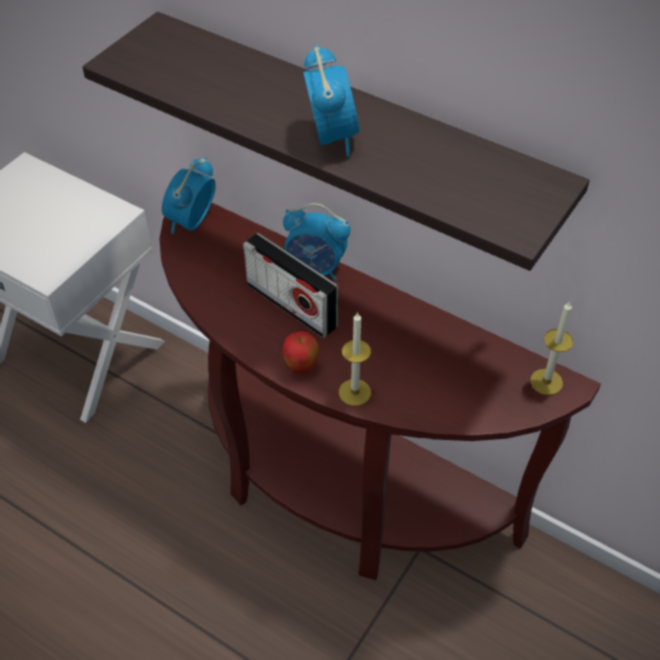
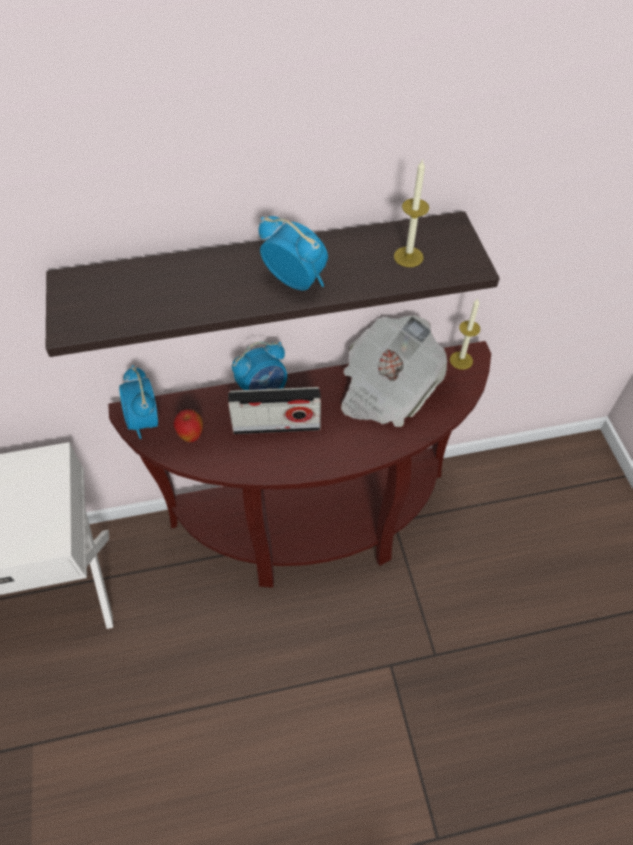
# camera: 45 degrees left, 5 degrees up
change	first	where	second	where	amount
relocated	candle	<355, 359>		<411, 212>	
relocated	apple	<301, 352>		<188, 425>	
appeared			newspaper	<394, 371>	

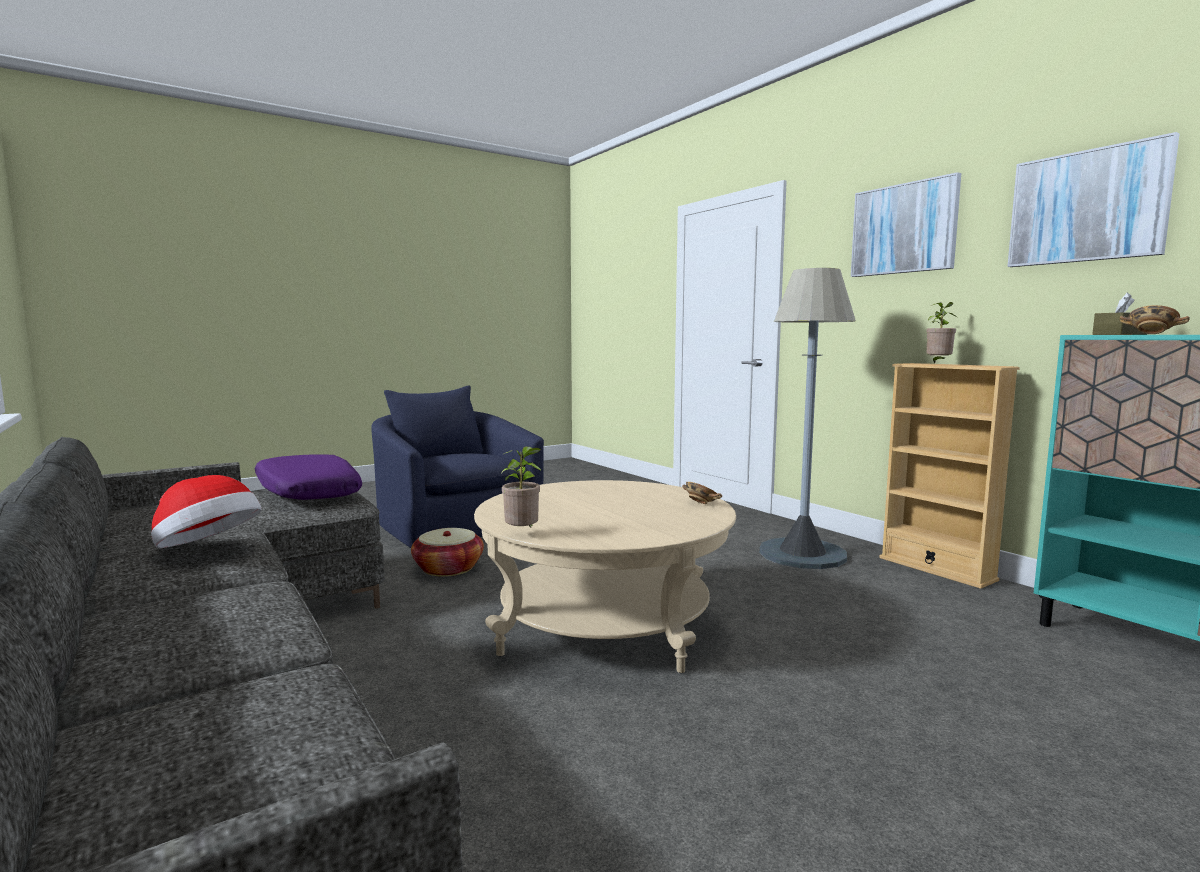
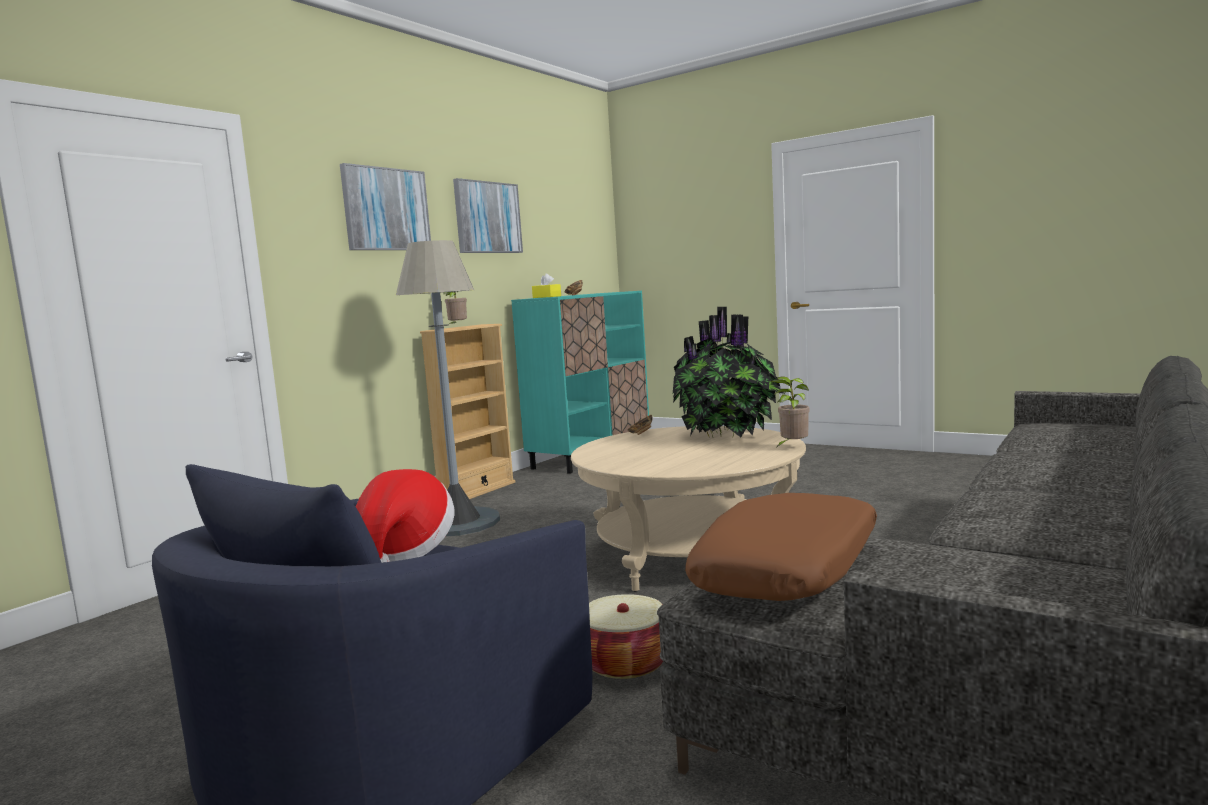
# camera: 110 degrees left, 0 degrees up
change	first	where	second	where	amount
colour	brown tissue box	<1120, 314>	yellow tissue box	<546, 285>	
colour	purple pillow	<308, 477>	brown pillow	<781, 547>	
relocated	hat	<206, 511>		<405, 516>	
appeared			potted plant	<729, 372>	

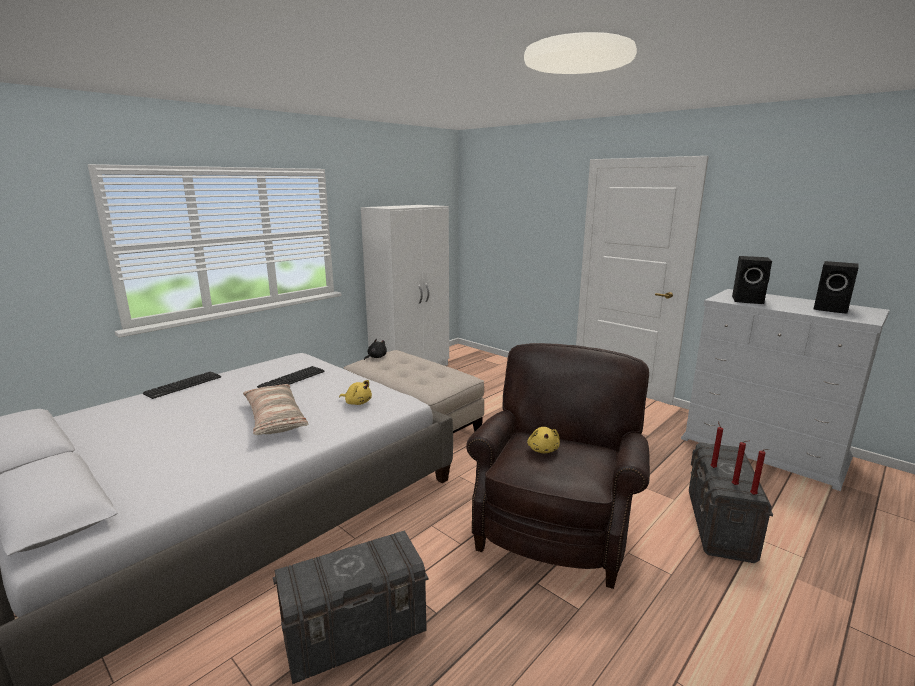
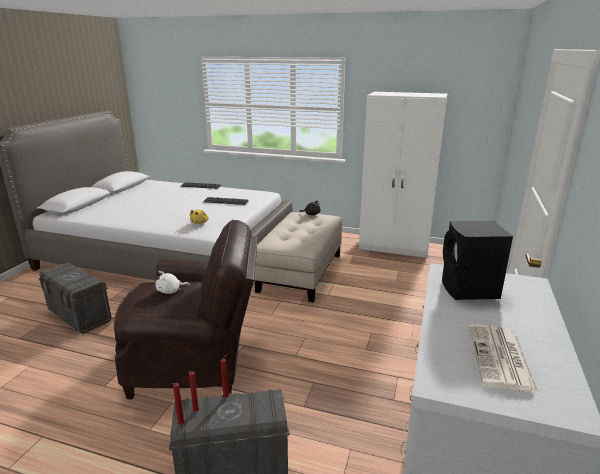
# camera: 65 degrees right, 5 degrees up
change	first	where	second	where	amount
exchanged	black speaker	<836, 287>	newspaper	<504, 358>	
missing	pillow	<275, 409>			
colour	yellow plush toy	<543, 440>	white plush toy	<172, 282>	

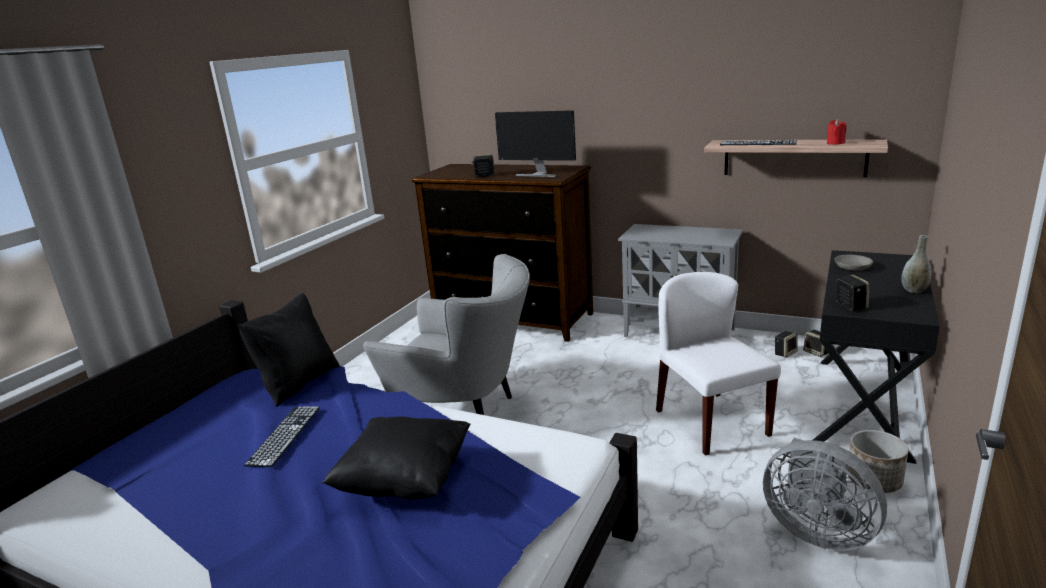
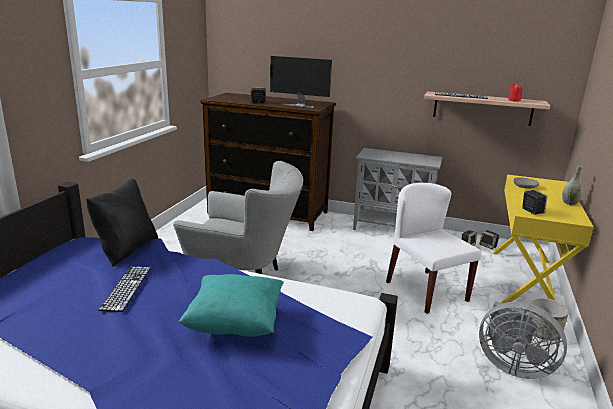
# camera: 10 degrees left, 0 degrees up
change	first	where	second	where	amount
colour	black desk	<876, 357>	yellow desk	<543, 248>	
colour	black pillow	<396, 458>	turquoise pillow	<231, 305>	

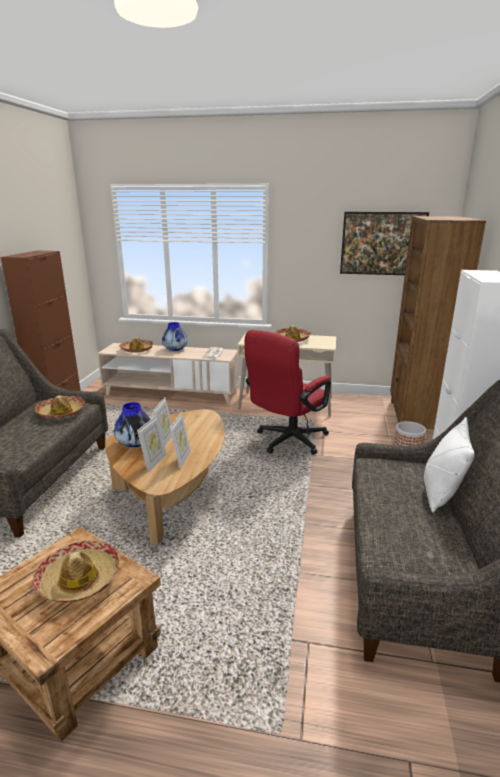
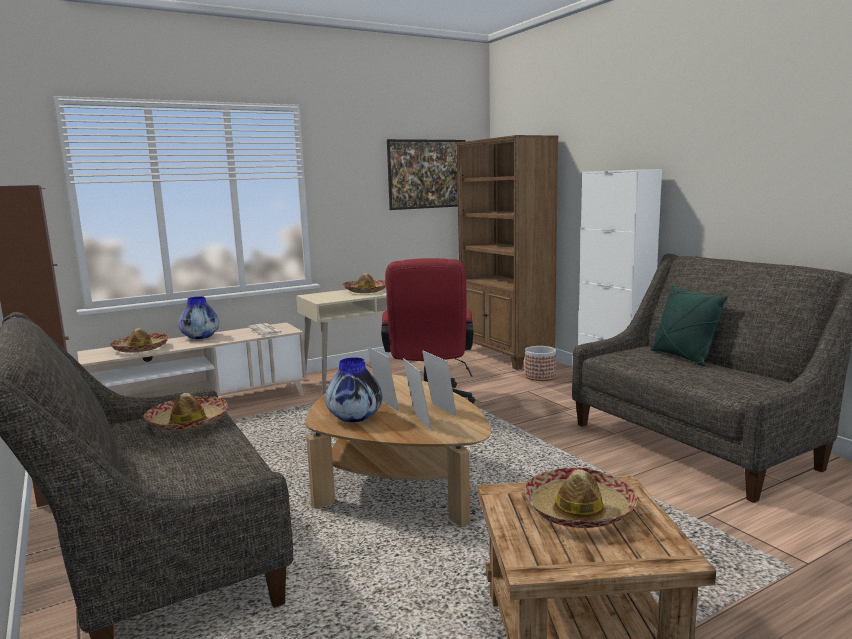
# camera: 40 degrees left, 10 degrees down
change	first	where	second	where	amount
colour	white pillow	<449, 465>	green pillow	<689, 325>	

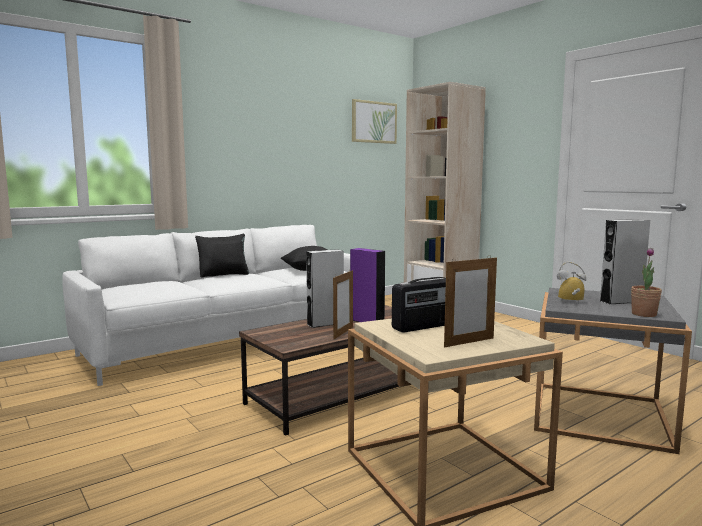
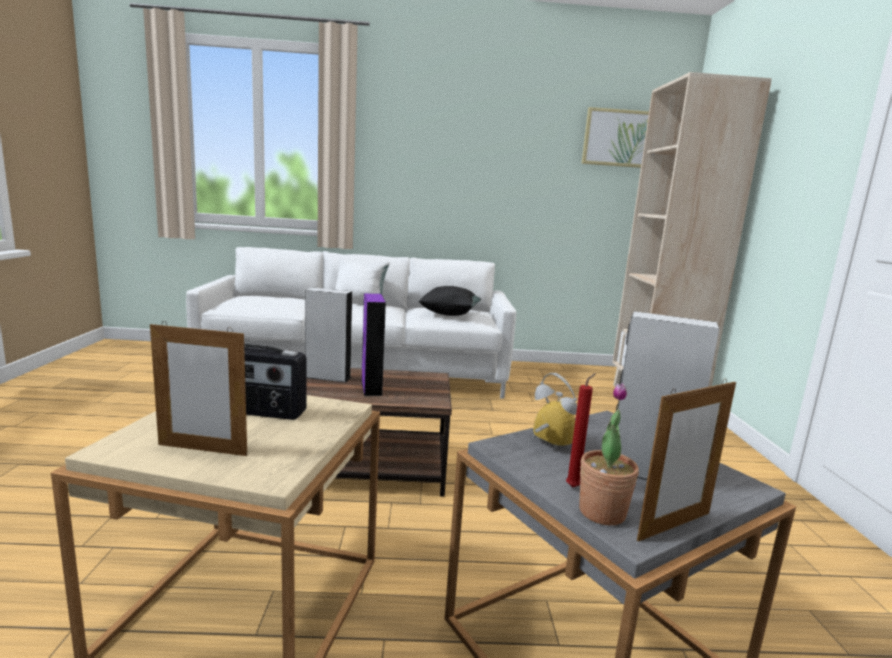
# camera: 35 degrees right, 5 degrees up
change	first	where	second	where	amount
colour	black pillow	<222, 255>	white pillow	<362, 280>	
relocated	picture frame	<343, 304>		<686, 460>	
appeared			red candle	<581, 430>	

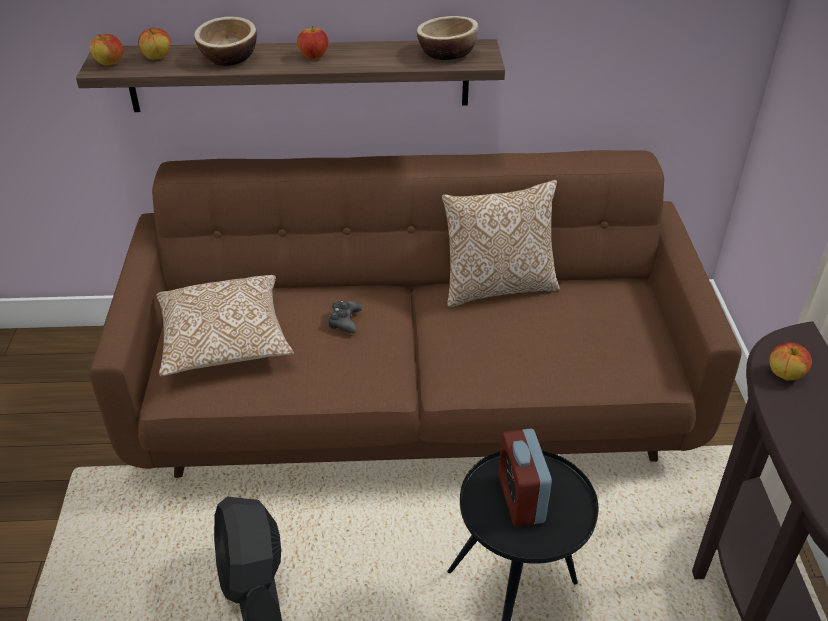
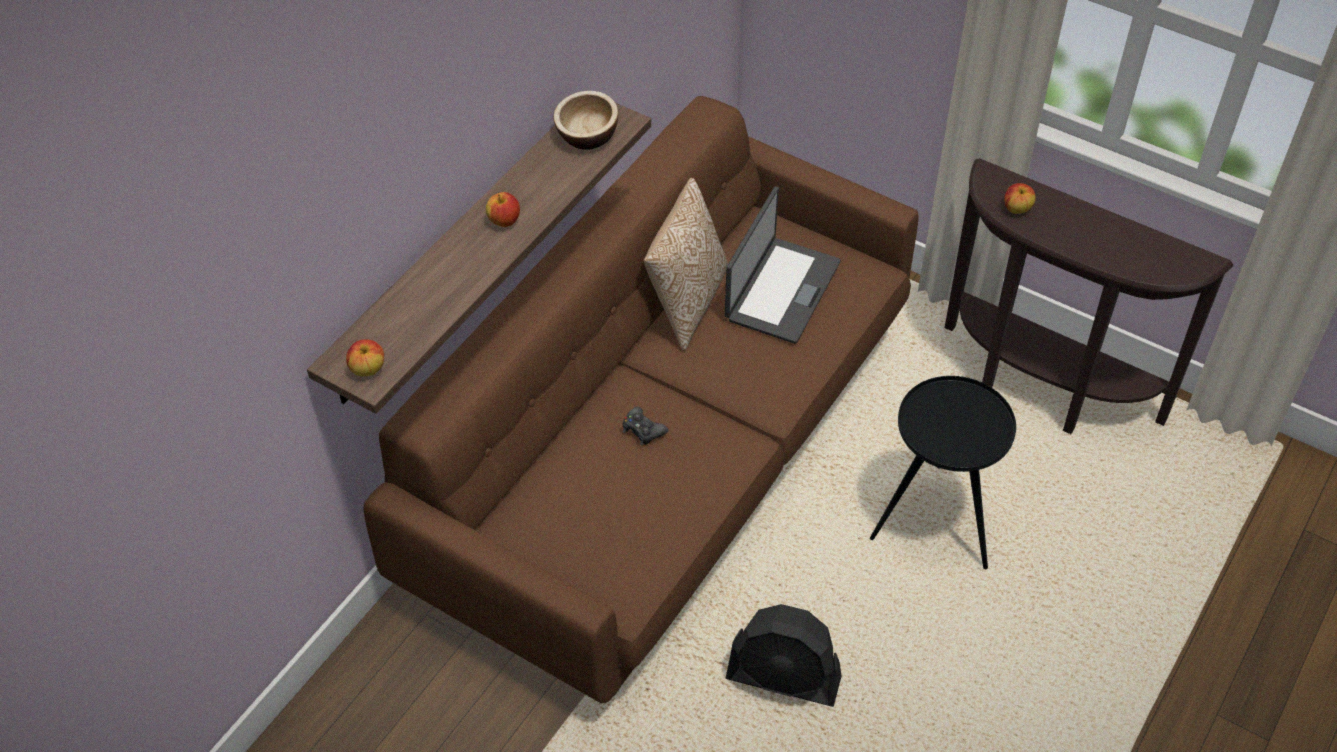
# camera: 55 degrees left, 10 degrees up
change	first	where	second	where	amount
missing	bowl	<225, 41>			
missing	apple	<154, 44>			
missing	pillow	<225, 325>			
missing	alarm clock	<525, 478>			
appeared			laptop	<783, 265>	

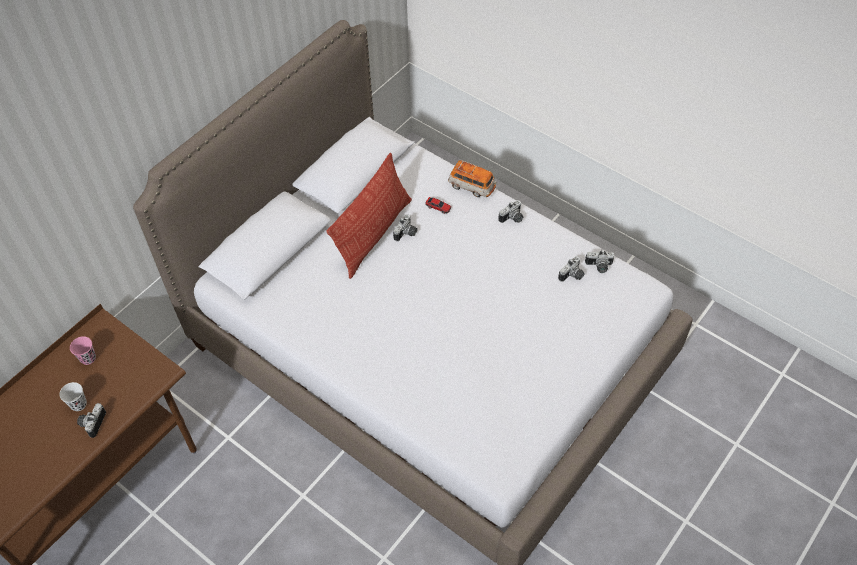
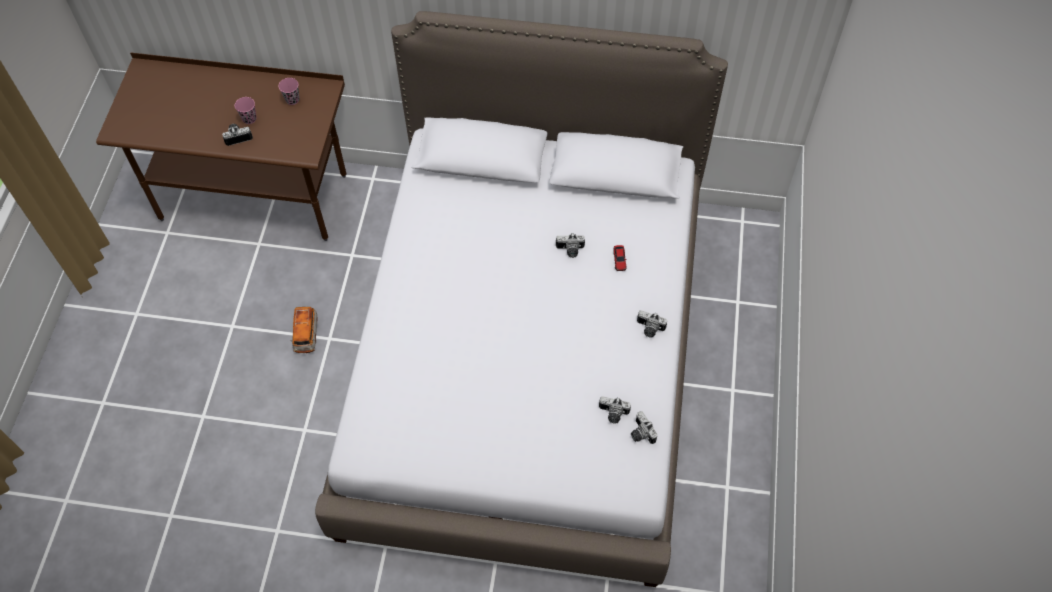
# camera: 60 degrees right, 5 degrees up
change	first	where	second	where	amount
missing	pillow	<369, 216>			
relocated	toy car	<472, 178>		<304, 330>	
colour	white cup	<73, 396>	pink cup	<246, 110>	

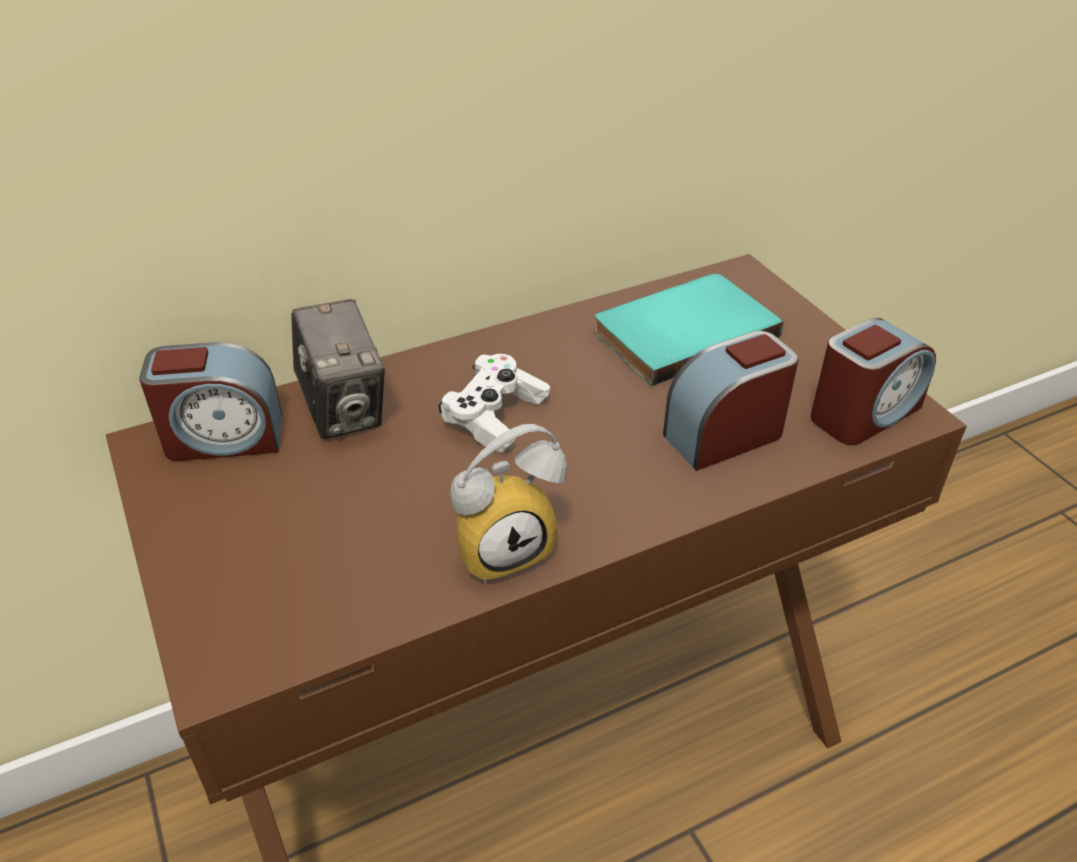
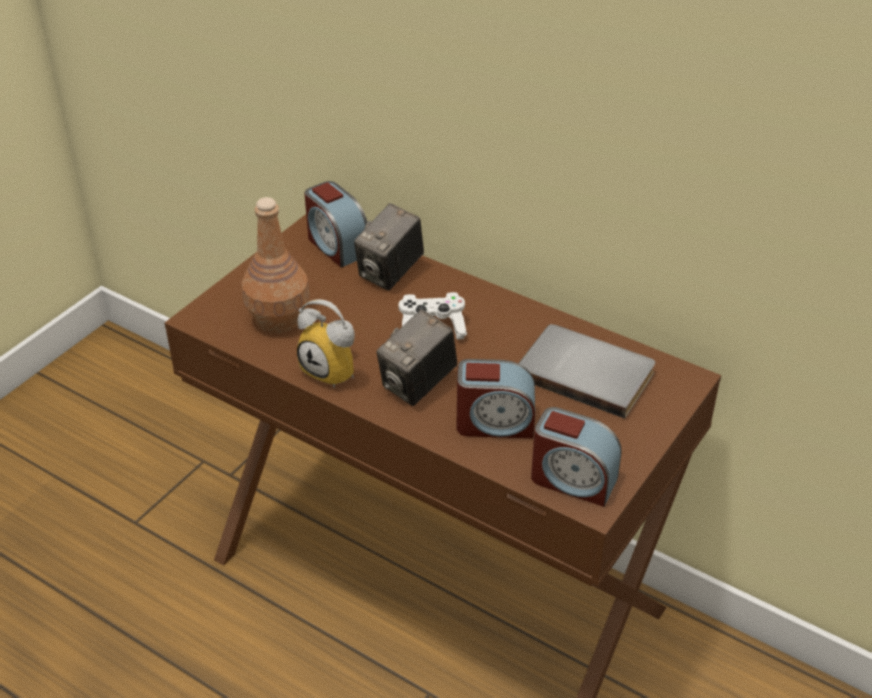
# camera: 60 degrees right, 0 degrees up
change	first	where	second	where	amount
colour	turquoise book	<689, 330>	grey book	<586, 371>	
spun	alarm clock	<730, 401>		<495, 398>	150 degrees clockwise
appeared			brown bottle	<276, 265>	
appeared			photo camera	<417, 357>	

